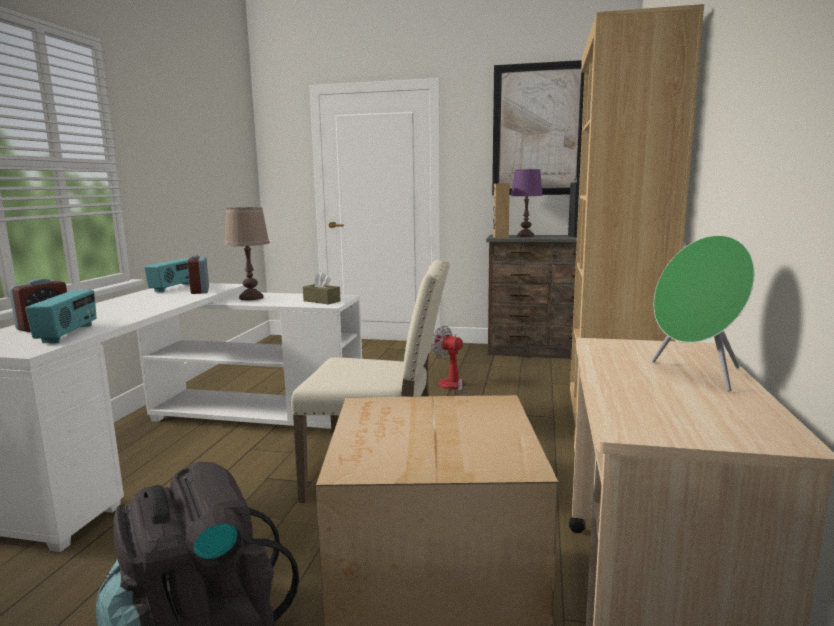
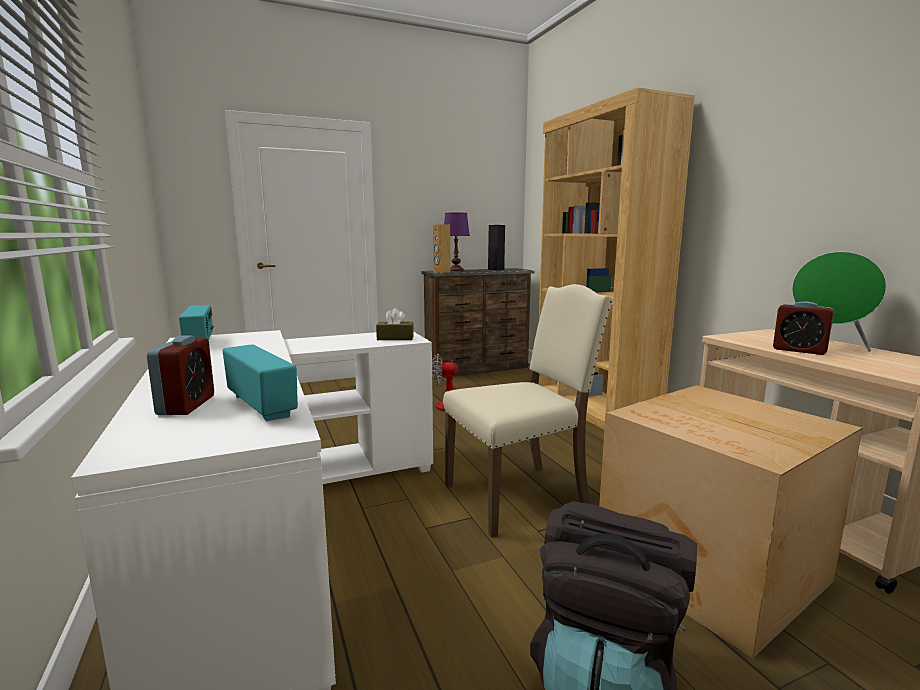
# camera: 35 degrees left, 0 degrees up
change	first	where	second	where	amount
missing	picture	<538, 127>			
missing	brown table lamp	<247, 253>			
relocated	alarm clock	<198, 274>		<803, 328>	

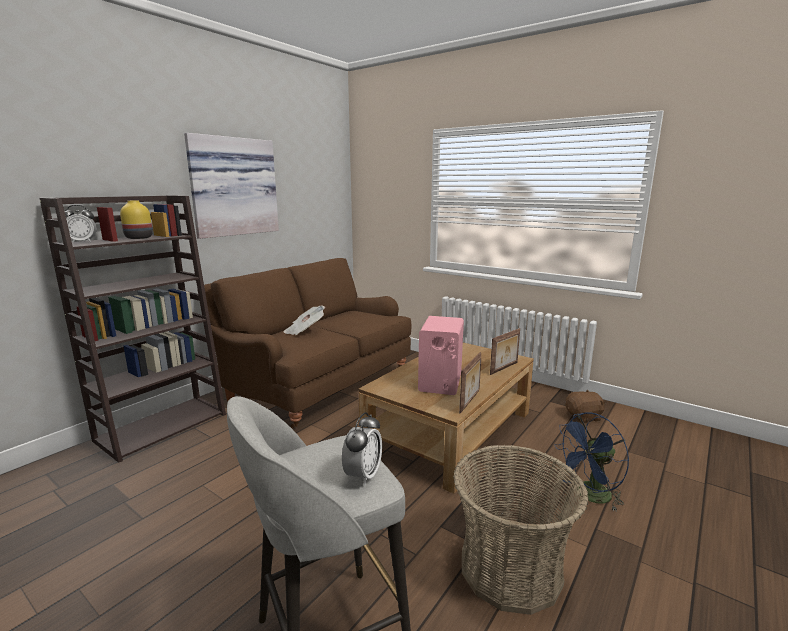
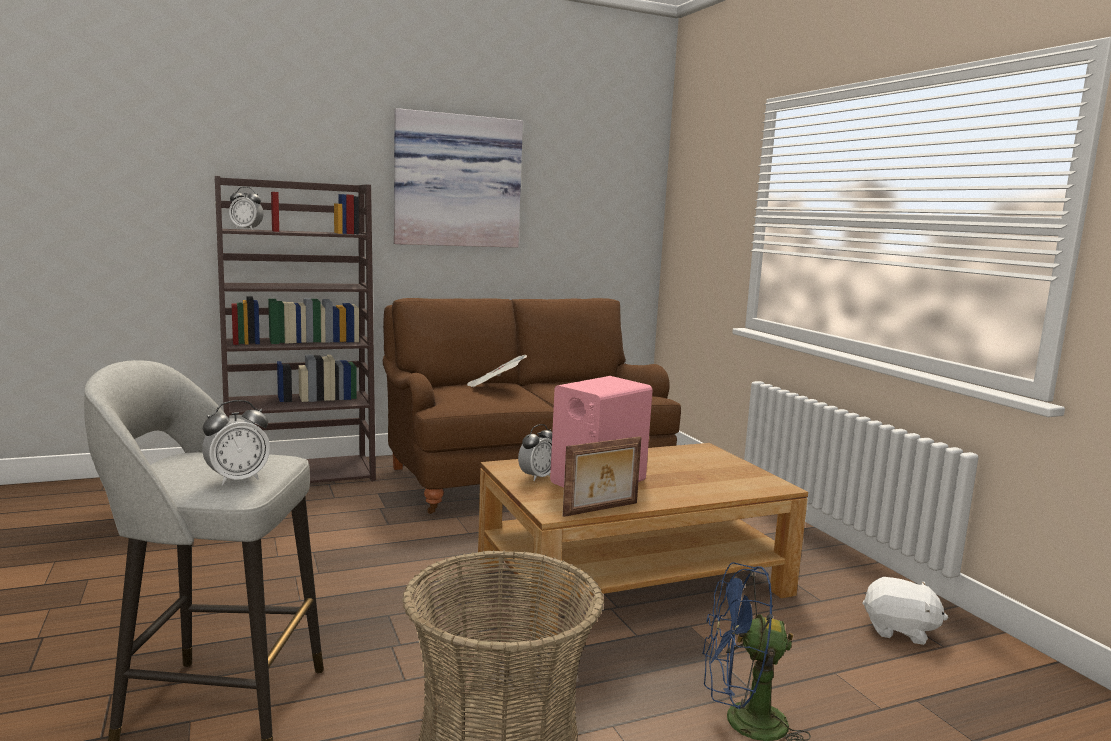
# camera: 30 degrees right, 5 degrees down
change	first	where	second	where	amount
missing	yellow vase	<136, 220>			
missing	picture frame	<505, 351>			
colour	brown plush toy	<585, 406>	white plush toy	<905, 611>	
appeared			alarm clock	<535, 452>	

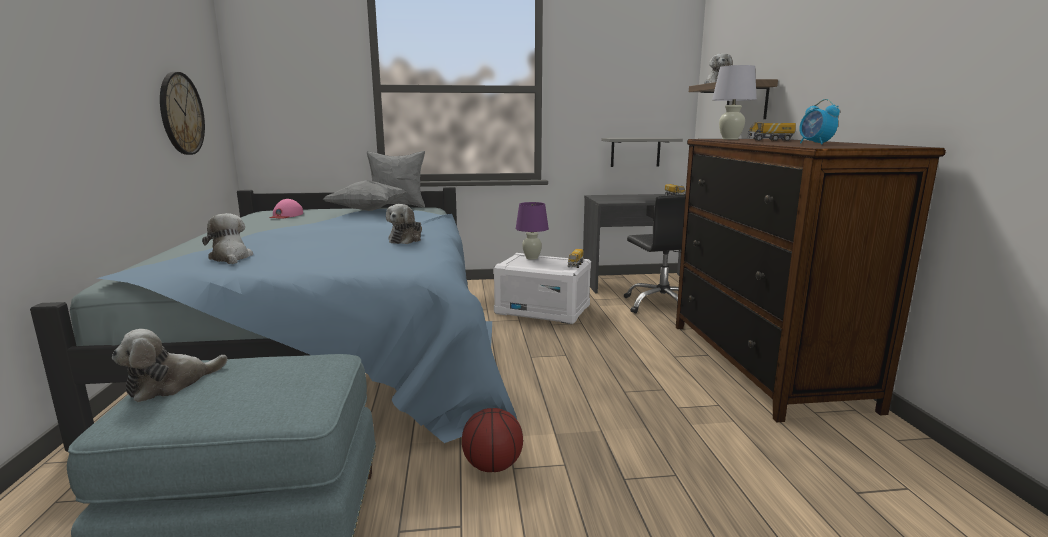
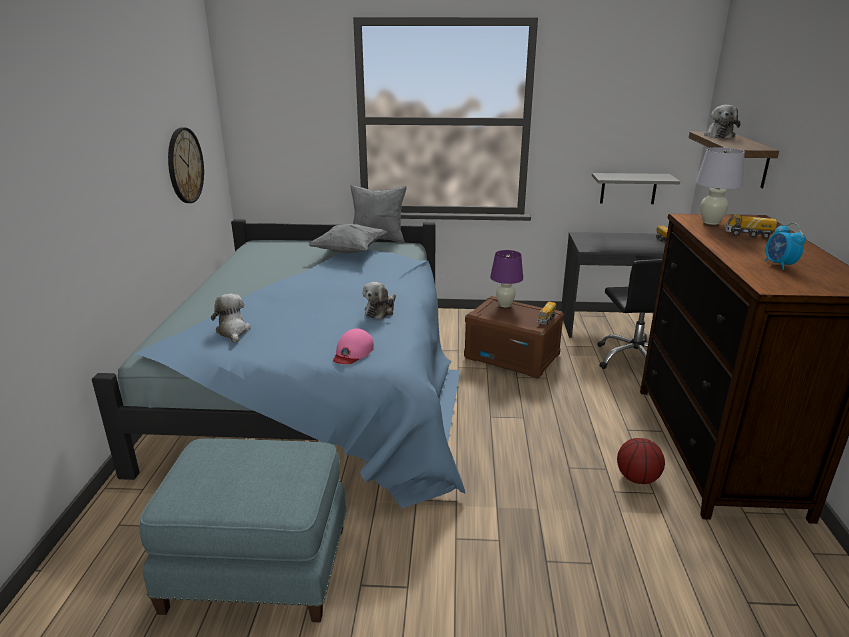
# camera: 10 degrees right, 10 degrees up
change	first	where	second	where	amount
relocated	pink cap	<286, 209>		<353, 346>	
colour	white storage box	<542, 288>	brown storage box	<514, 337>	
missing	plush toy	<170, 365>			
relocated	basketball	<492, 440>		<641, 461>	

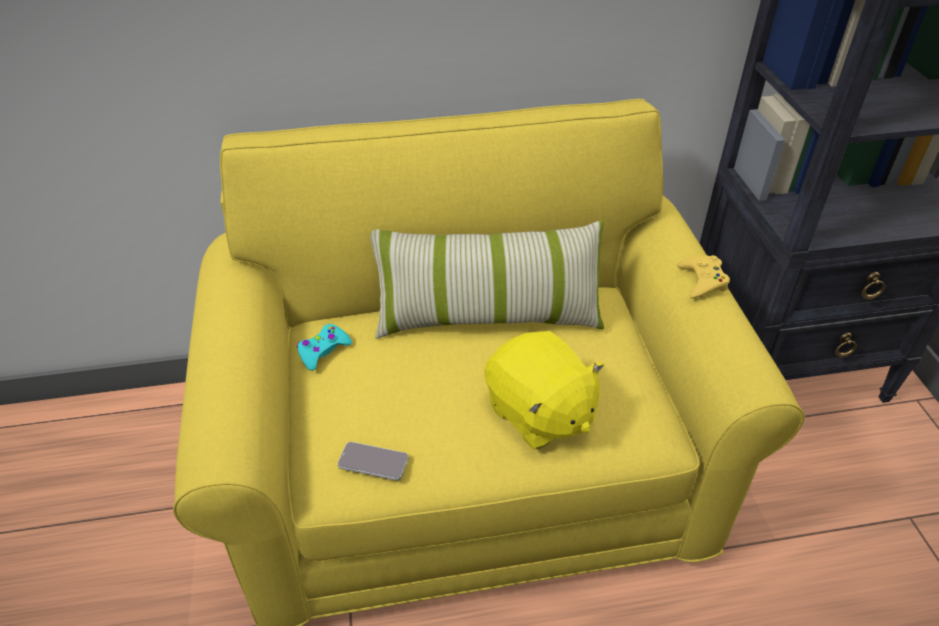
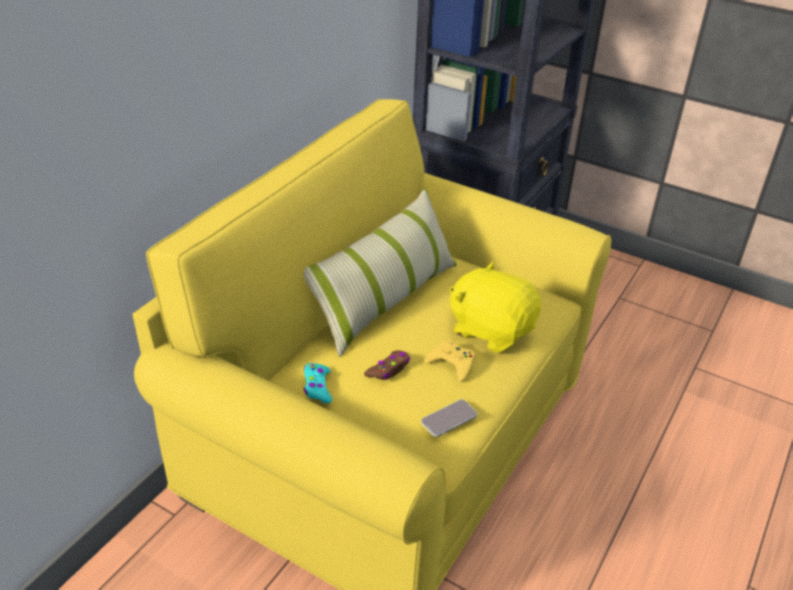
# camera: 50 degrees left, 5 degrees down
change	first	where	second	where	amount
relocated	yellow game controller	<703, 276>		<449, 361>	
spun	yellow plush toy	<544, 390>		<495, 307>	150 degrees counterclockwise
appeared			brown game controller	<387, 365>	

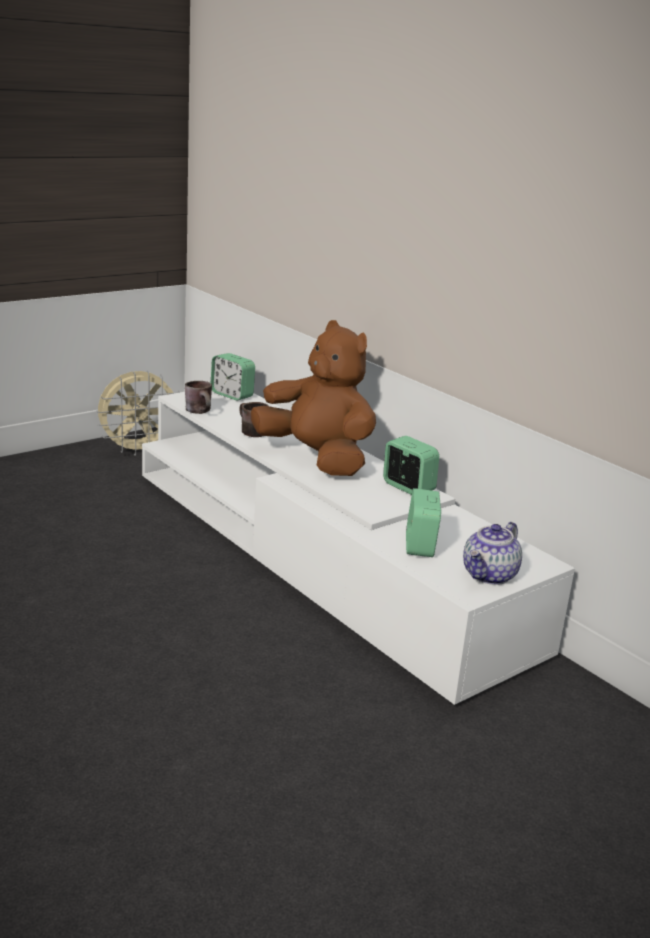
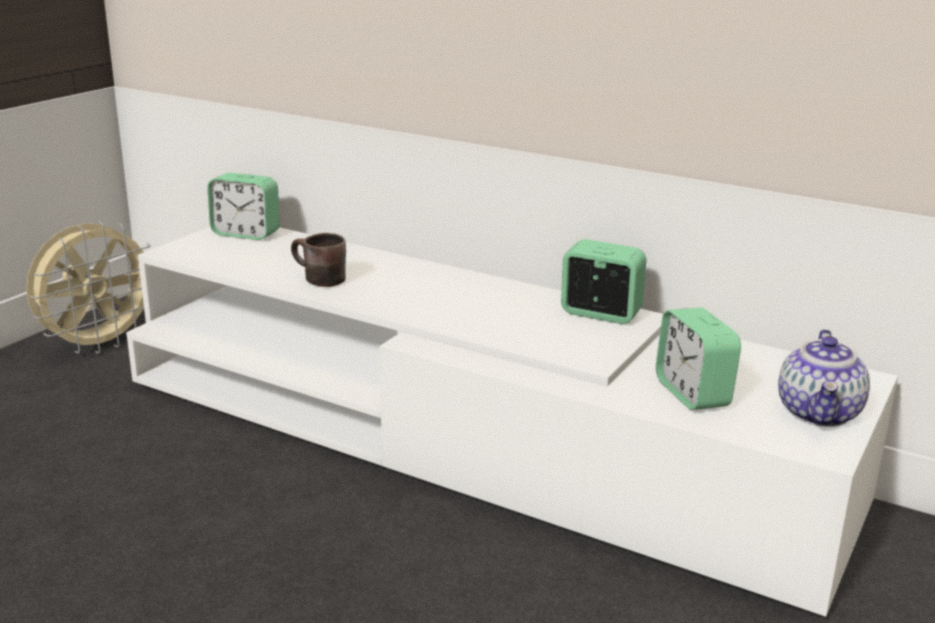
# camera: 20 degrees left, 0 degrees up
change	first	where	second	where	amount
missing	brown plush toy	<313, 398>			
missing	brown mug	<198, 397>			

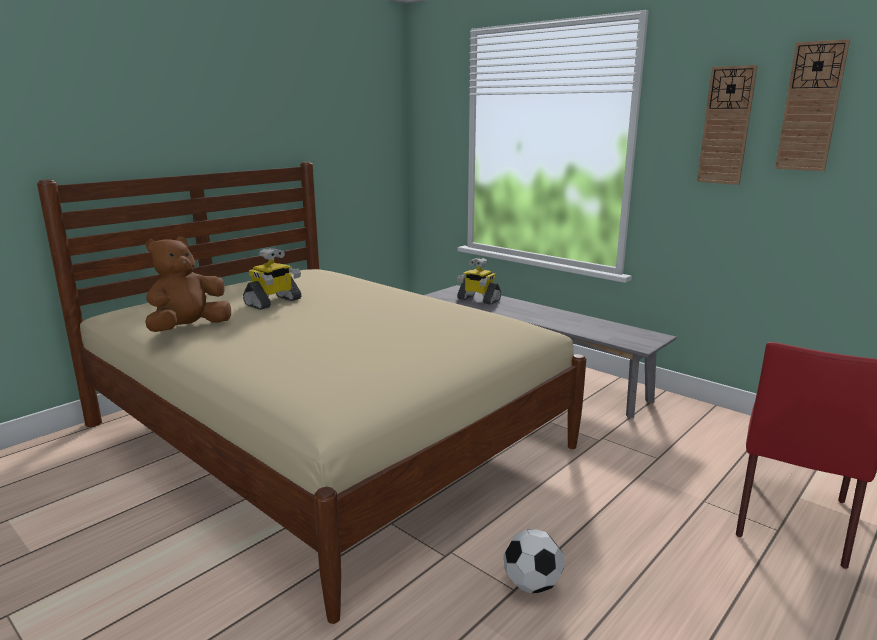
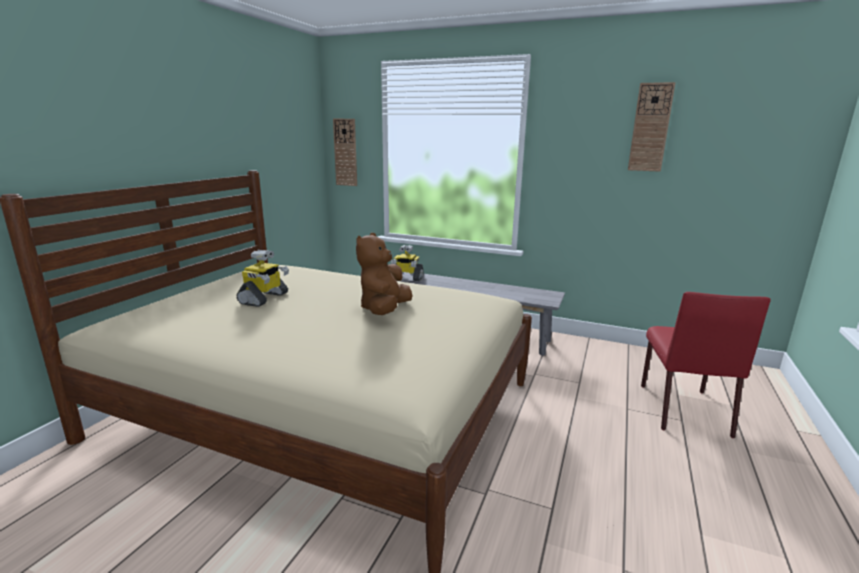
# camera: 20 degrees left, 0 degrees up
change	first	where	second	where	amount
relocated	wall clock	<727, 125>		<345, 152>	
relocated	brown plush toy	<188, 284>		<384, 274>	
missing	football	<534, 561>			

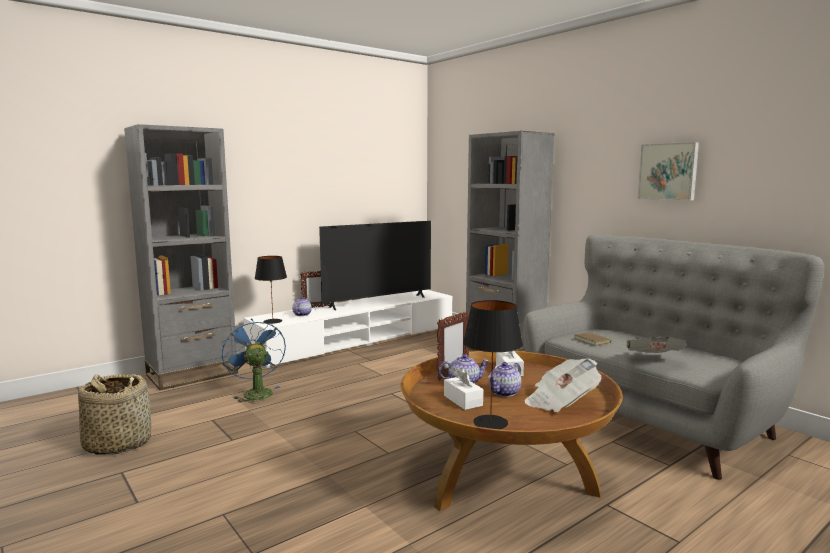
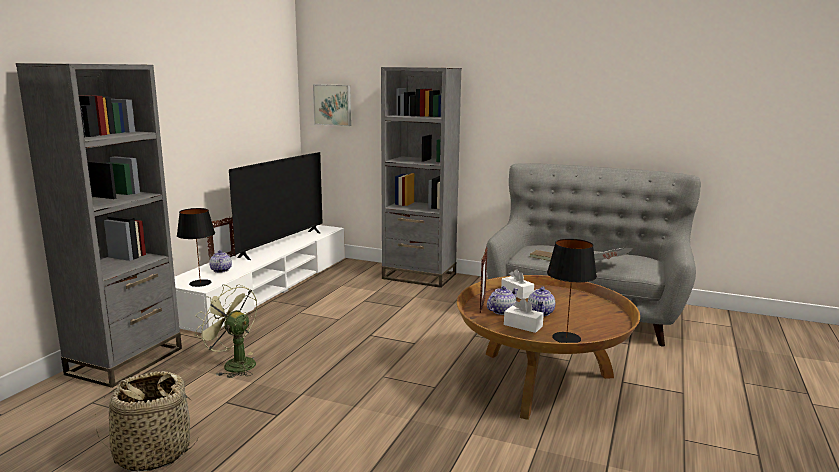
# camera: 30 degrees left, 5 degrees up
change	first	where	second	where	amount
relocated	picture	<668, 171>		<332, 105>	
colour	blue fan	<254, 361>	green fan	<226, 331>	
missing	newspaper	<563, 385>			

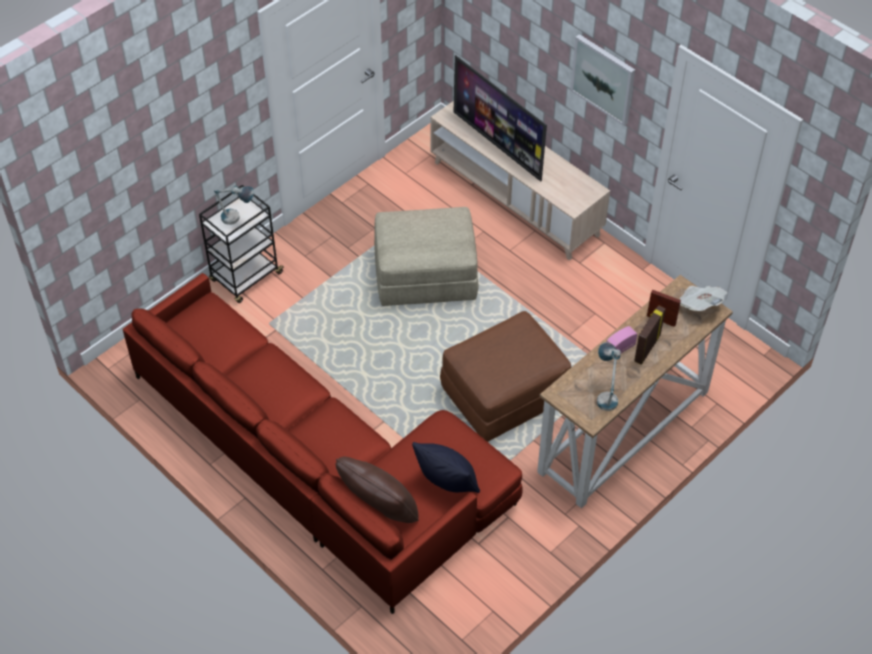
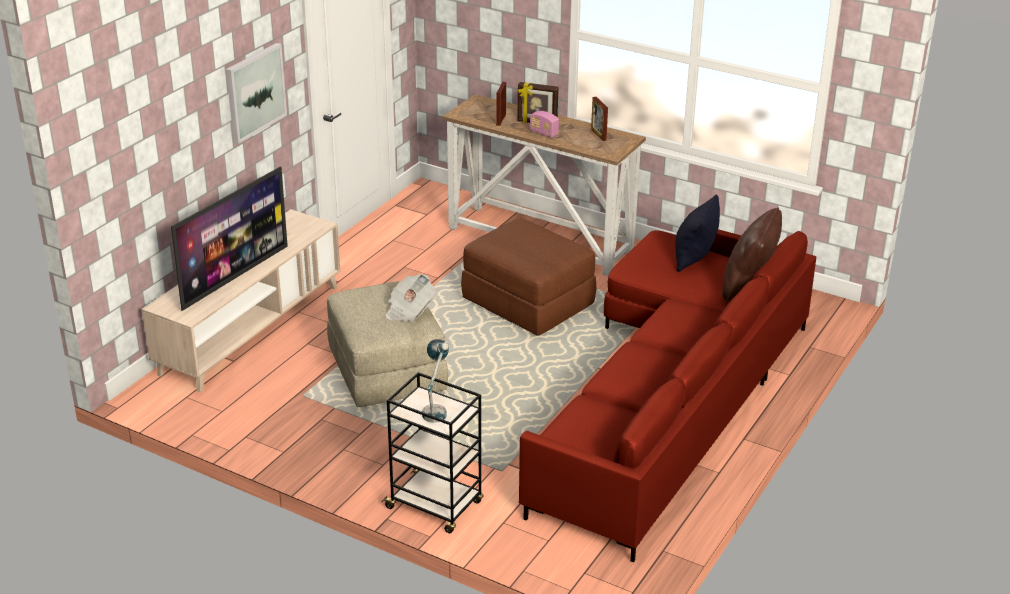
# camera: 105 degrees left, 20 degrees down
change	first	where	second	where	amount
relocated	newspaper	<703, 298>		<411, 298>	
exchanged	table lamp	<609, 376>	picture frame	<599, 119>	

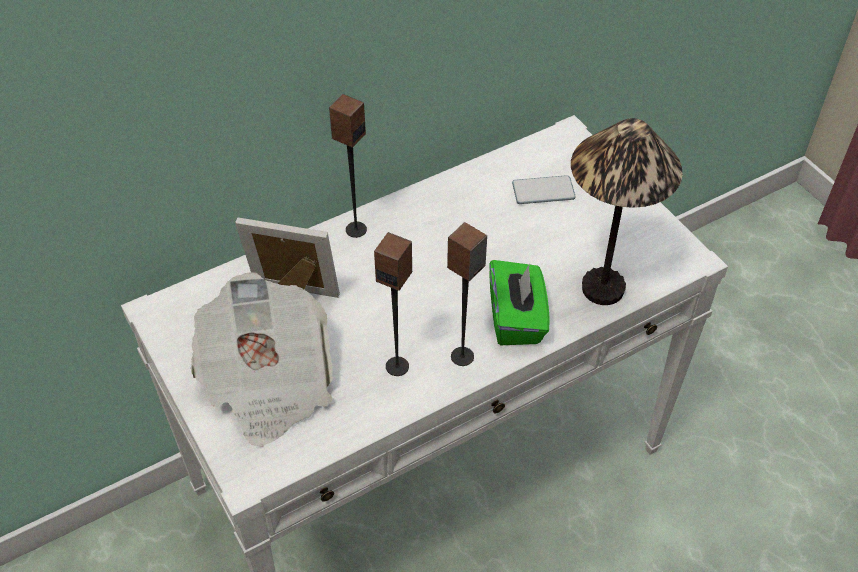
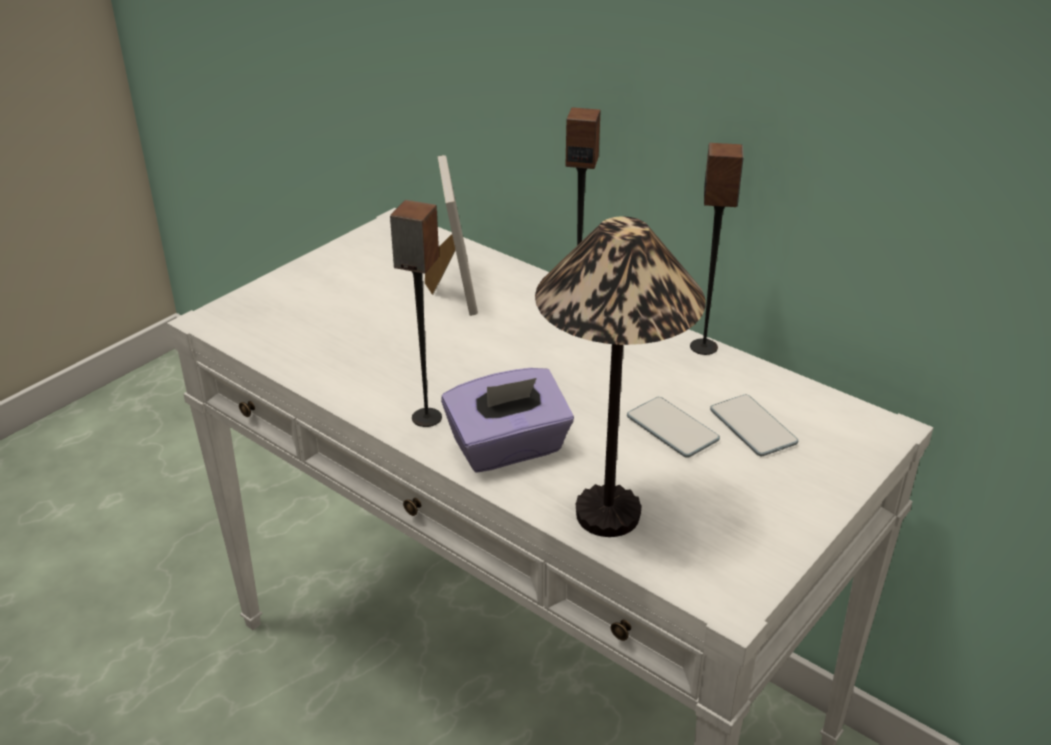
# camera: 70 degrees right, 15 degrees down
change	first	where	second	where	amount
relocated	speaker	<393, 304>		<717, 249>	
colour	green tissue box	<519, 302>	purple tissue box	<507, 420>	
missing	newspaper	<261, 359>			
appeared			phone	<673, 427>	

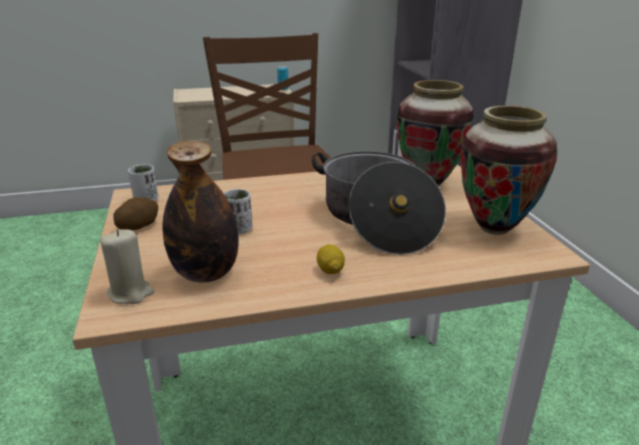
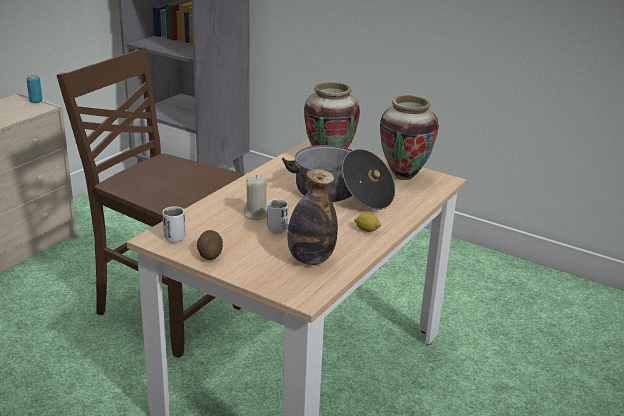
# camera: 45 degrees left, 0 degrees up
change	first	where	second	where	amount
relocated	beige candle	<127, 266>		<255, 197>	

